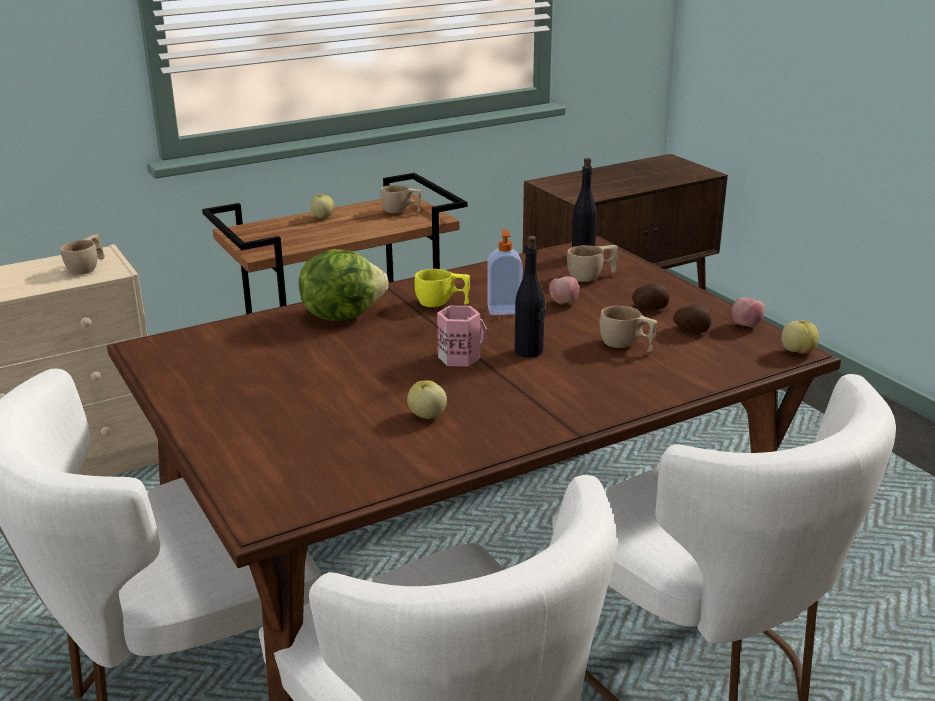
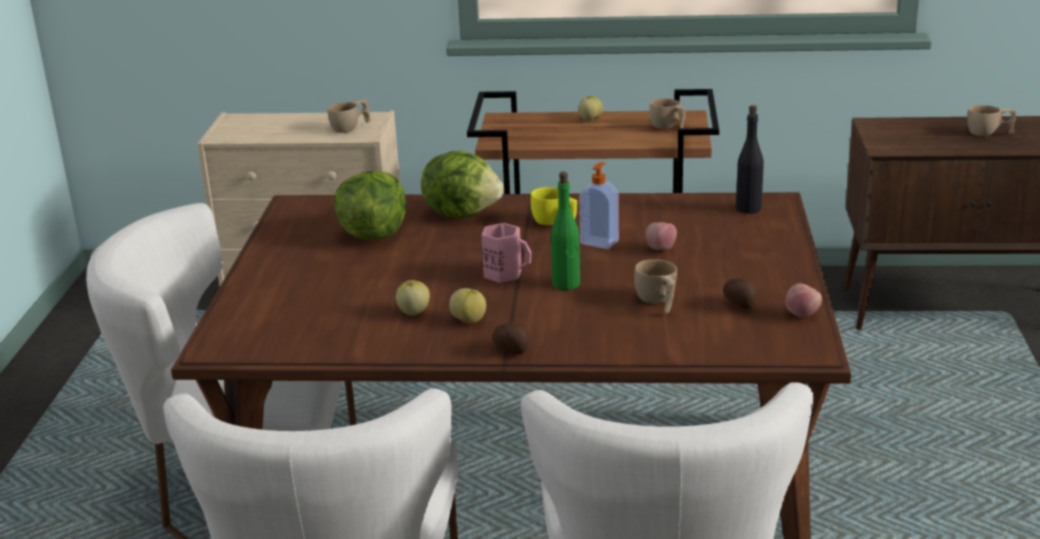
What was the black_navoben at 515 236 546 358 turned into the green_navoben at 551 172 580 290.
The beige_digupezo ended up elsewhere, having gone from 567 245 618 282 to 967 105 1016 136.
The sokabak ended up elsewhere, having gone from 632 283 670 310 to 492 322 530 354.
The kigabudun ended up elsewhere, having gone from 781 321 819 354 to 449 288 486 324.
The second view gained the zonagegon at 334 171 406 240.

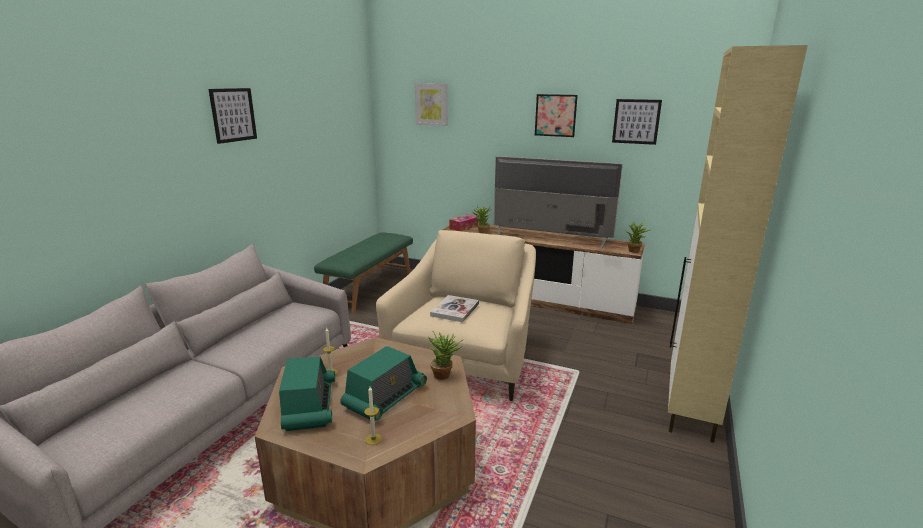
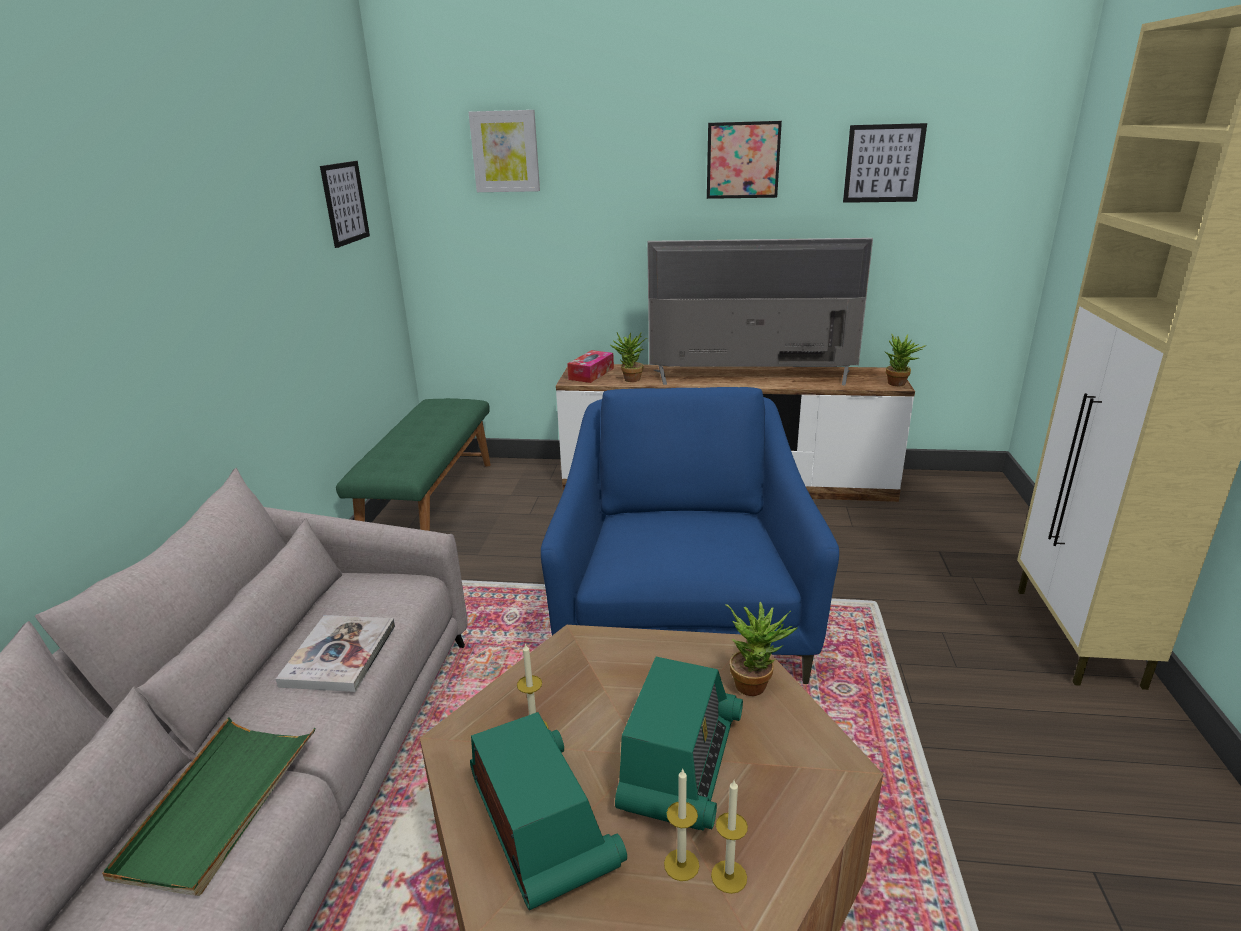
The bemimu ended up elsewhere, having gone from 208 88 257 144 to 320 161 370 248.
What was the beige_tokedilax at 376 230 536 401 turned into the blue_tokedilax at 541 387 839 684.
The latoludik ended up elsewhere, having gone from 430 295 479 322 to 276 615 395 692.
The second view gained the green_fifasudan at 102 717 315 896.
The second view gained the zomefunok at 664 769 699 881.

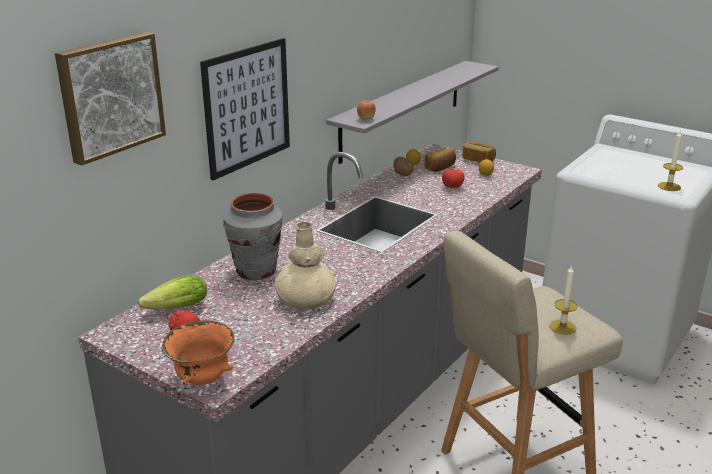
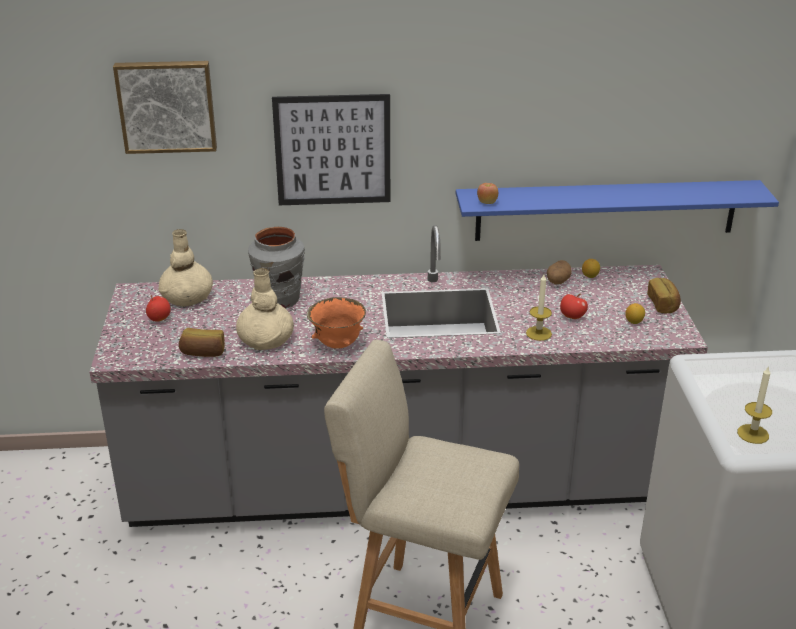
What was the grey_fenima at 326 61 499 164 turned into the blue_fenima at 456 180 779 241.
The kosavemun ended up elsewhere, having gone from 425 148 456 172 to 179 328 225 357.
The zomefunok ended up elsewhere, having gone from 550 265 578 335 to 526 274 552 341.
Where the zonagegon stood at 138 275 207 310, the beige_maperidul came to stand at 158 229 213 307.
The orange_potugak ended up elsewhere, having gone from 162 320 235 385 to 307 297 366 349.

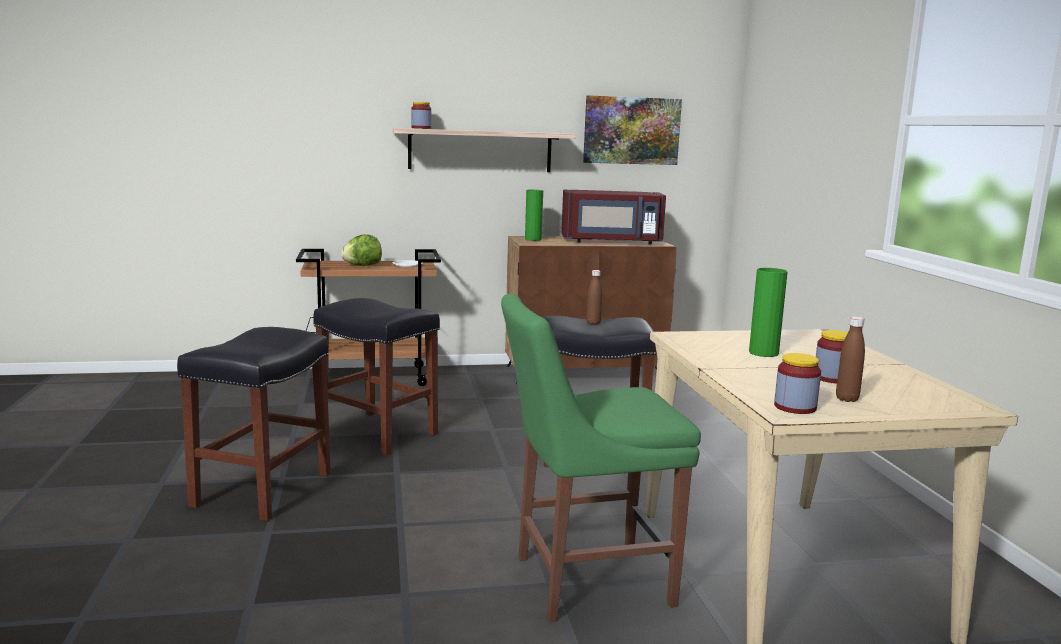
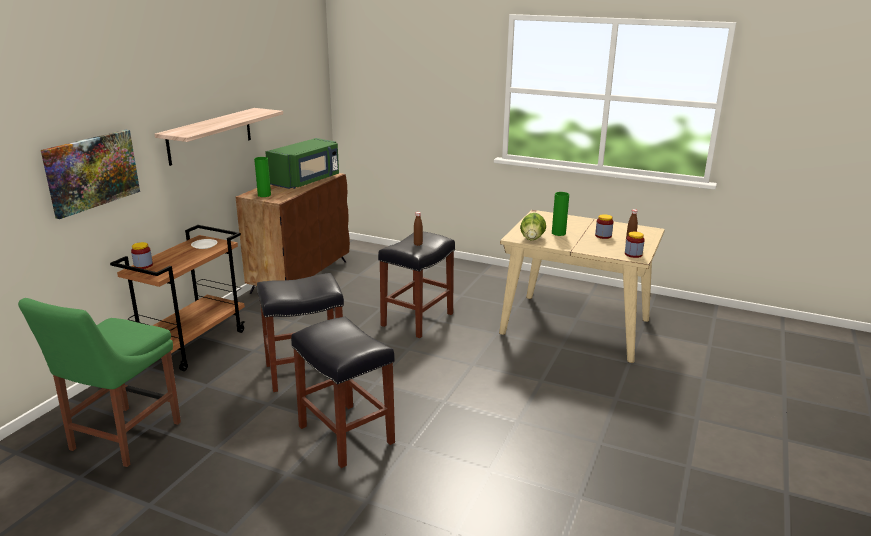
The bemimu ended up elsewhere, having gone from 583 95 682 165 to 41 130 140 219.
The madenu ended up elsewhere, having gone from 411 102 431 129 to 131 242 153 269.
What was the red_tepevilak at 561 190 666 245 turned into the green_tepevilak at 265 138 339 189.
The zonagegon ended up elsewhere, having gone from 341 234 382 266 to 520 213 546 240.
The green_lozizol ended up elsewhere, having gone from 501 293 701 622 to 18 298 181 467.

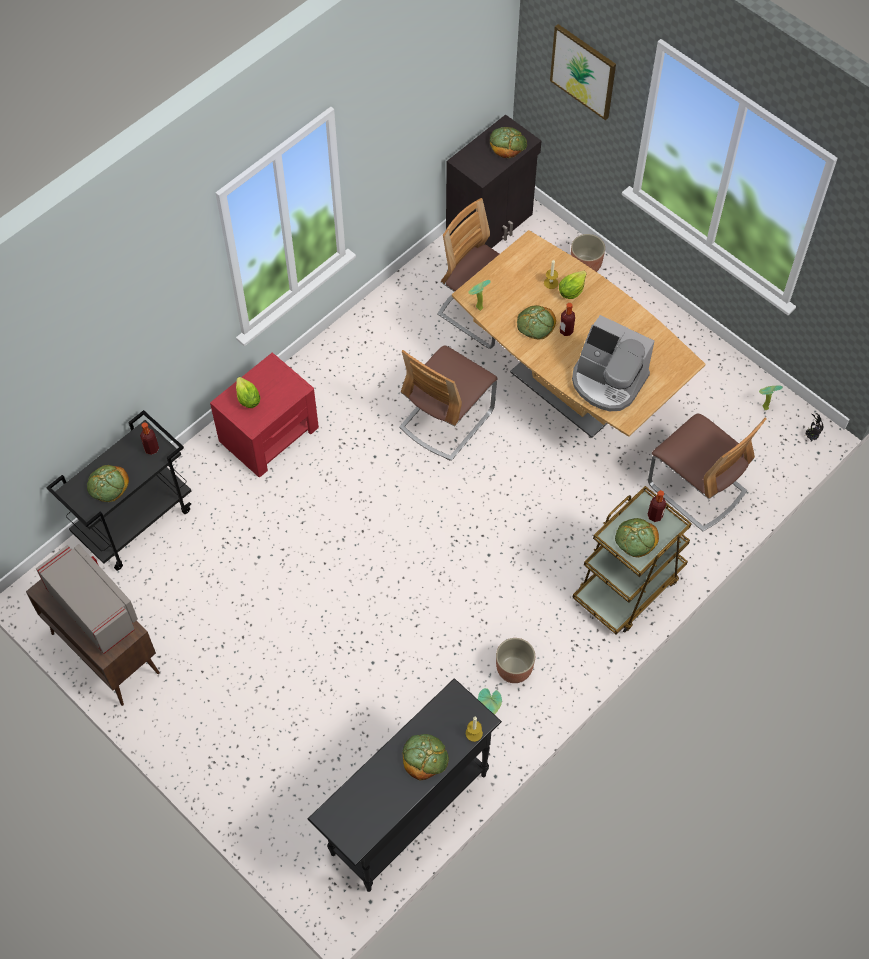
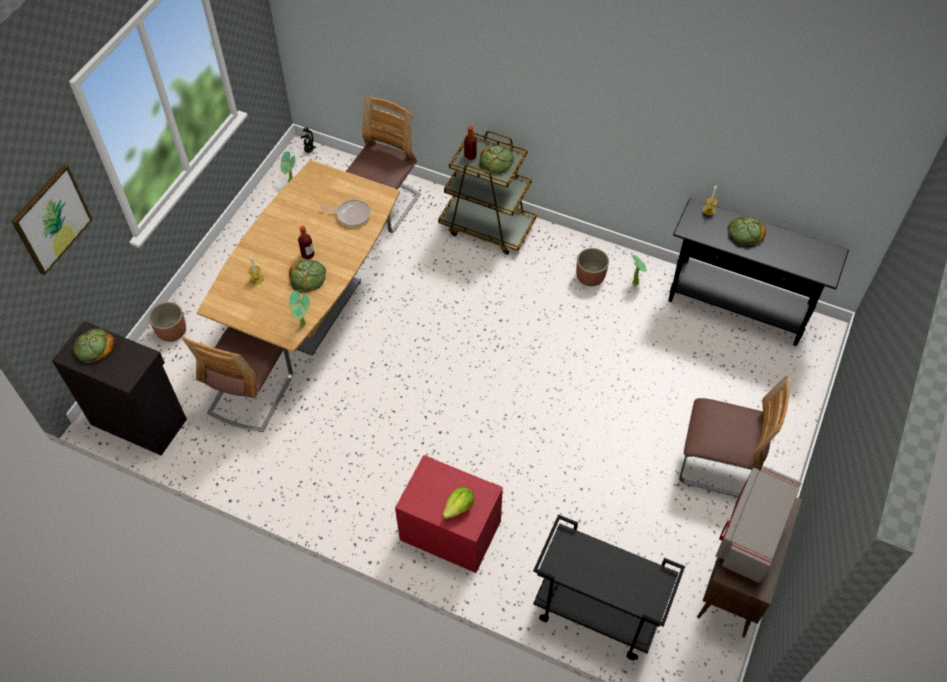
The second view lost the zonagegon at 559 271 587 299.
Where the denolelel stood at 572 315 654 411, the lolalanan came to stand at 320 199 371 226.
The lozizol ended up elsewhere, having gone from 399 345 498 461 to 679 376 789 497.
The second view lost the navoben at 140 422 159 455.
The second view lost the kosavemun at 87 465 129 502.

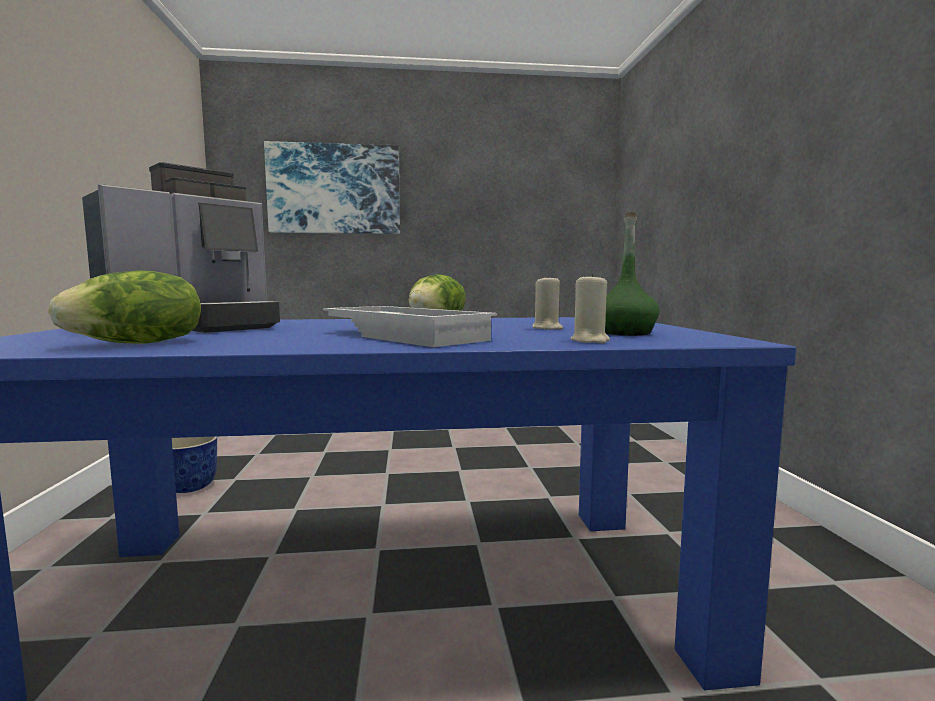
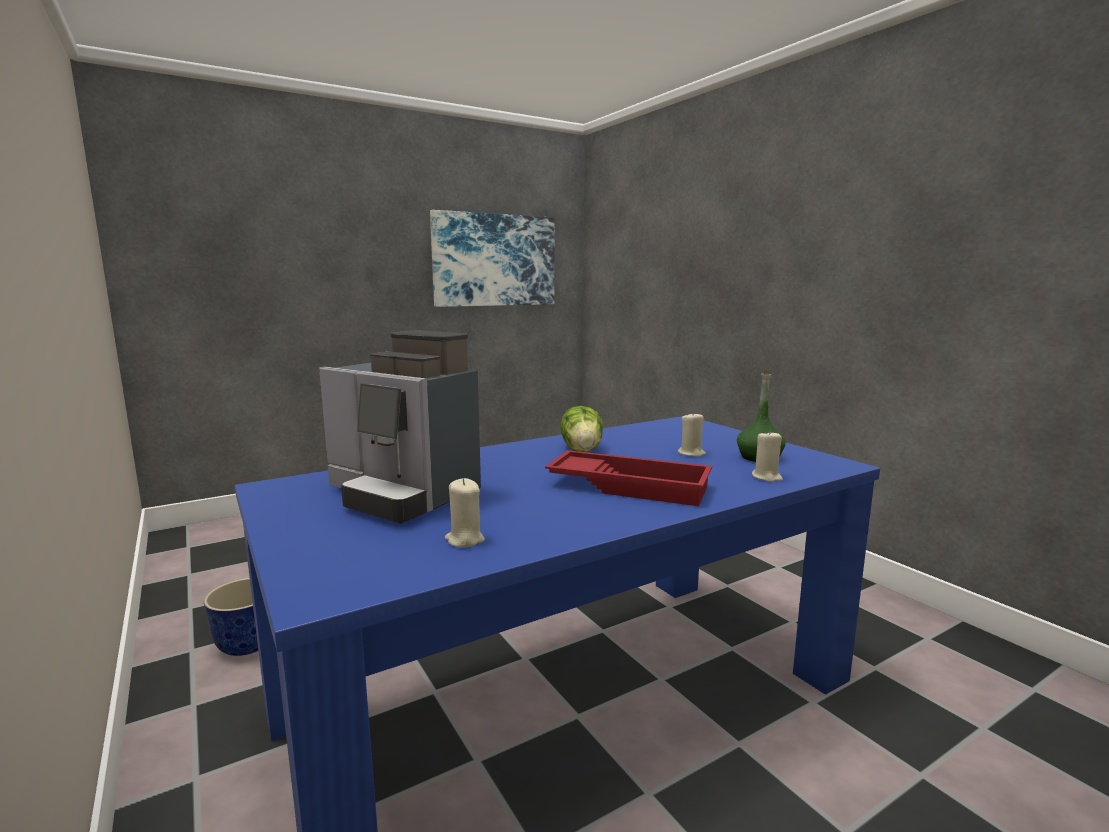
The bemimu ended up elsewhere, having gone from 264 141 400 234 to 430 210 555 307.
The denolelel at 82 162 280 333 ended up facing another way, 105 degrees clockwise from before.
Where the zonagegon stood at 48 270 201 344, the beige_zomefunok came to stand at 445 478 485 547.
What was the white_fifasudan at 323 306 497 347 turned into the red_fifasudan at 545 450 712 506.

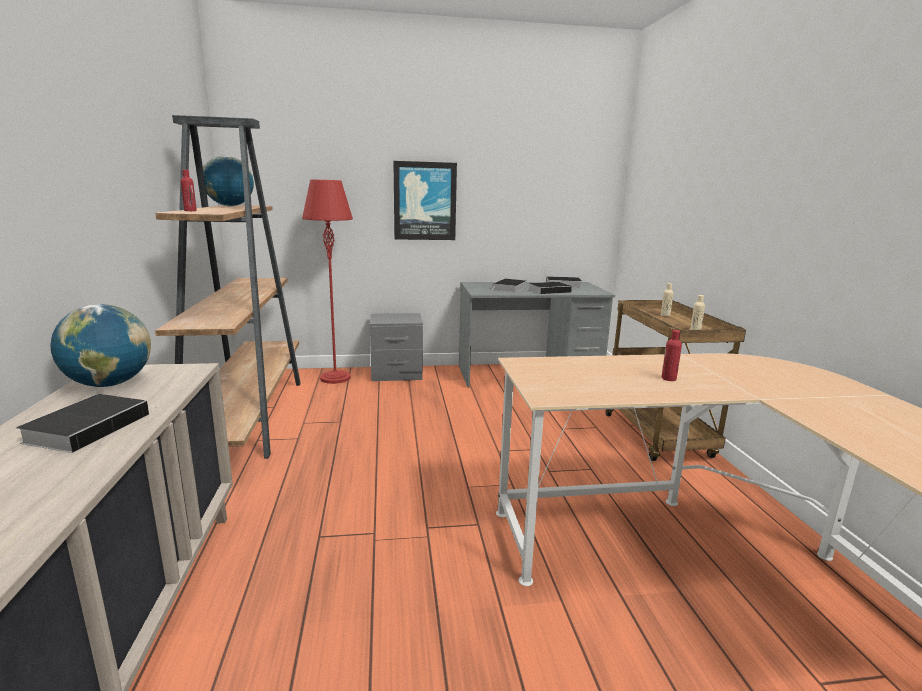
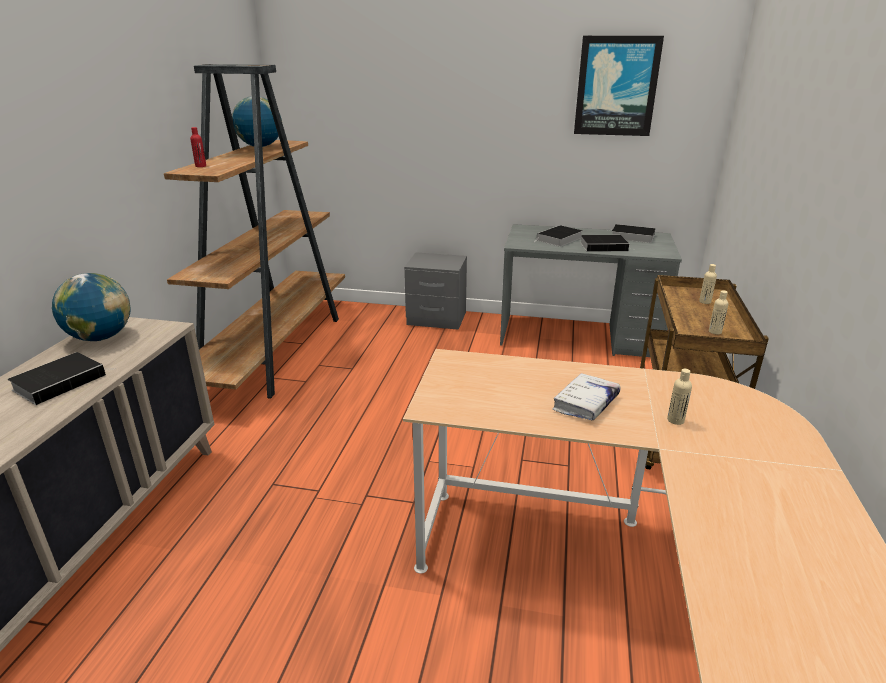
The bemimu ended up elsewhere, having gone from 393 161 457 240 to 574 36 664 136.
The second view lost the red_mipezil at 302 180 353 384.
Where the red_navoben stood at 662 330 682 381, the white_latoludik came to stand at 552 373 621 420.
The second view gained the beige_navoben at 667 369 692 425.

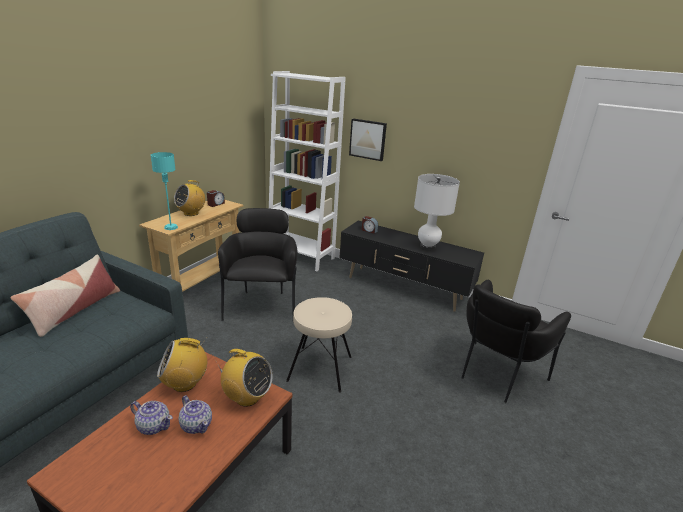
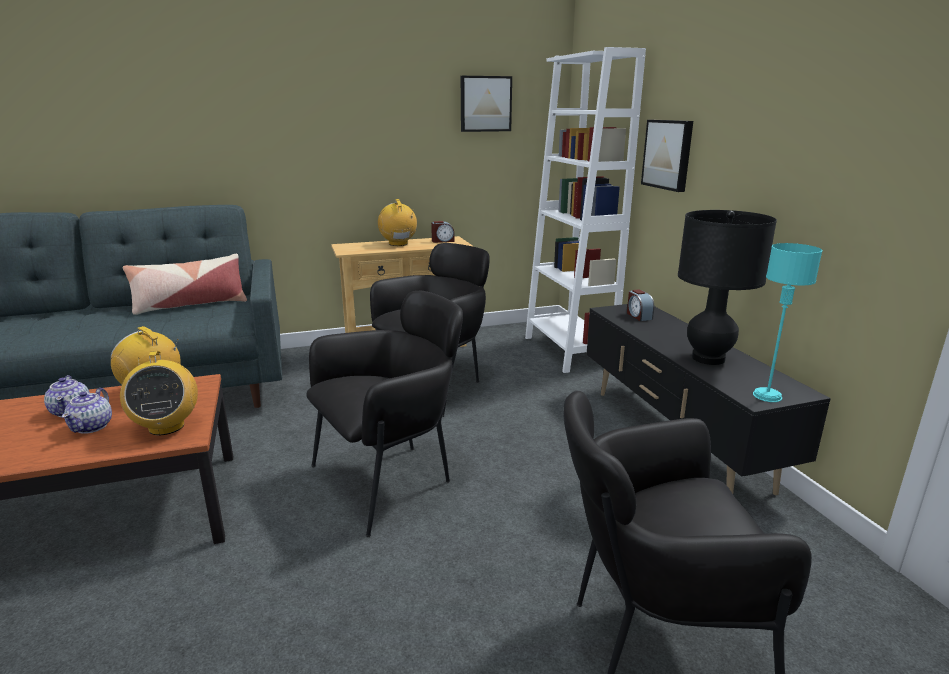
The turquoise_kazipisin ended up elsewhere, having gone from 151 152 178 230 to 753 243 823 402.
What was the white_kazipisin at 414 174 460 250 turned into the black_kazipisin at 678 210 777 365.
The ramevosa at 174 180 205 216 ended up facing another way, 75 degrees clockwise from before.
Where the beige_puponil stood at 286 297 352 393, the black_tokedilax came to stand at 306 291 463 537.
The second view gained the bemimu at 461 76 512 132.

